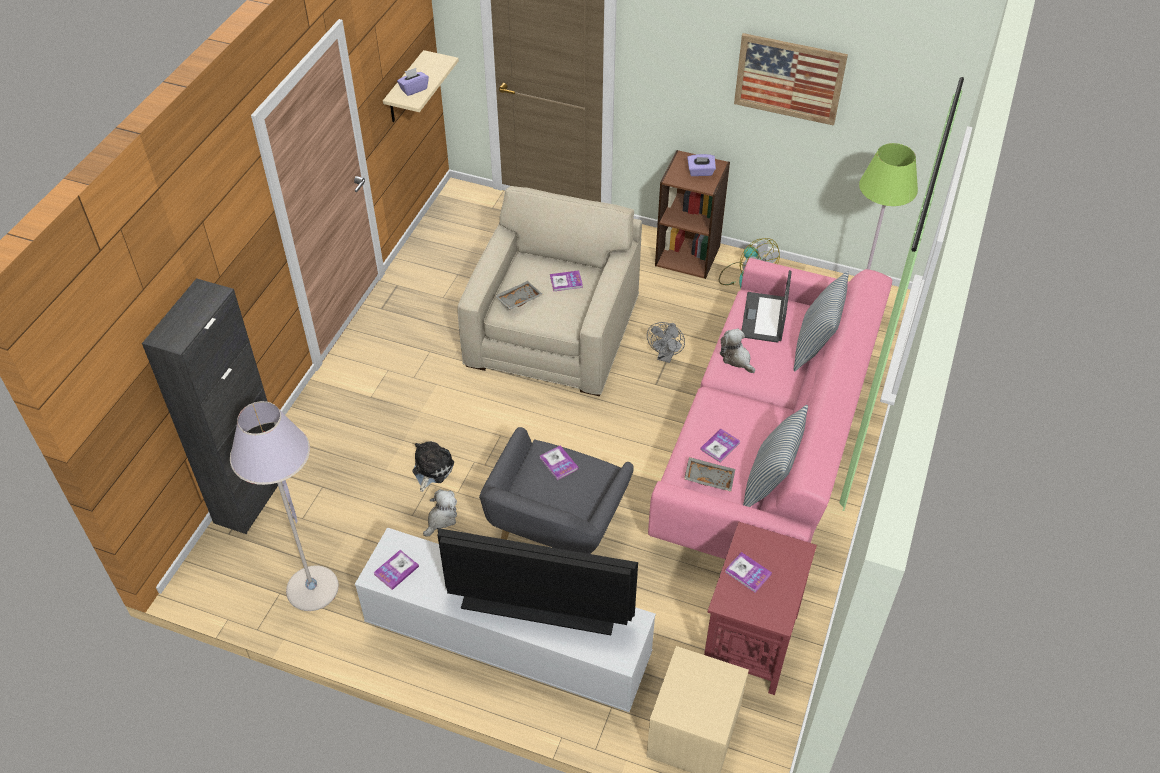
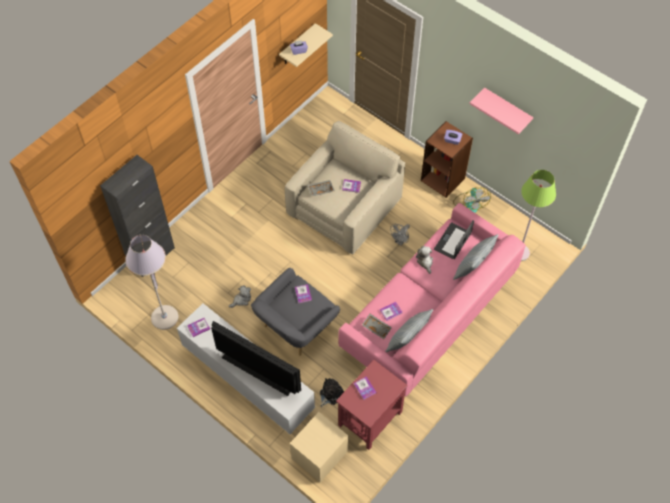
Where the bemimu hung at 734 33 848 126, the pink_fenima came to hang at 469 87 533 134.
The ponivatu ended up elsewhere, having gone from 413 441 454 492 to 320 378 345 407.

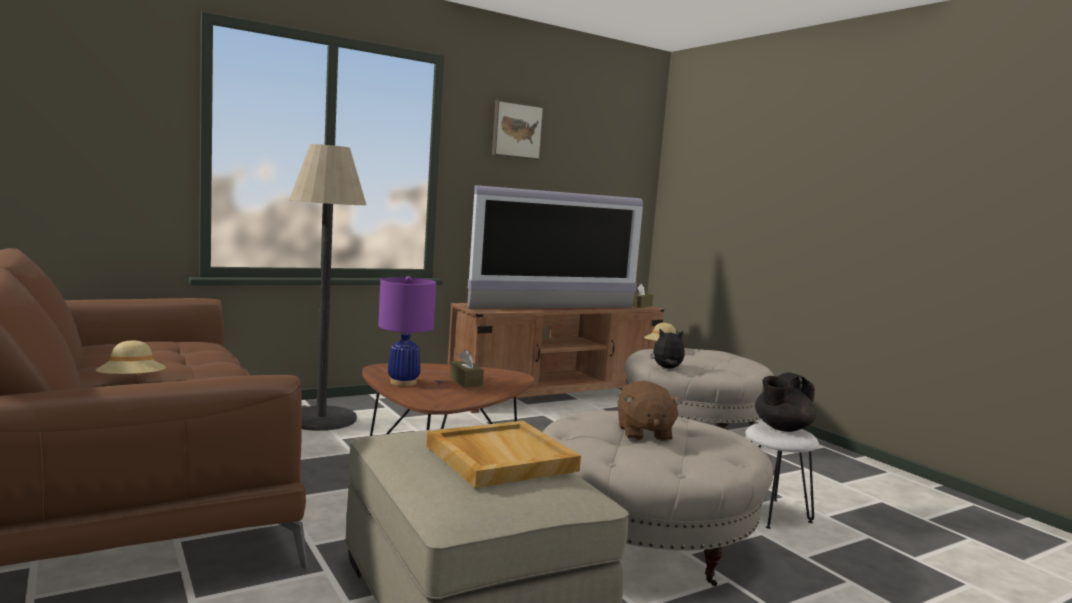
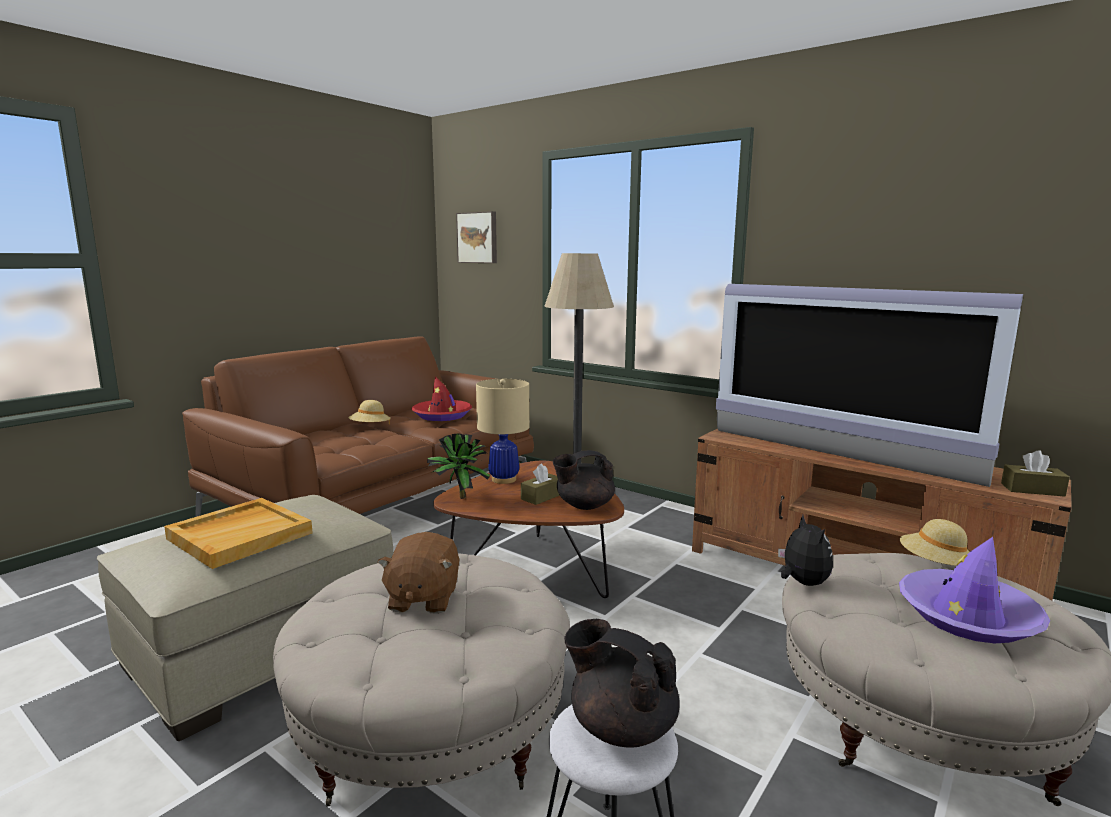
The bemimu ended up elsewhere, having gone from 492 100 544 160 to 456 211 497 263.
What was the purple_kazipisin at 378 276 436 386 turned into the beige_kazipisin at 476 379 529 484.
The brown_ponivatu at 617 381 683 441 ended up facing another way, 60 degrees counterclockwise from before.
The second view gained the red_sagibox at 411 376 472 421.
The second view gained the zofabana at 427 433 491 499.
The second view gained the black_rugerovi at 553 450 615 510.
The second view gained the purple_sagibox at 899 537 1050 643.

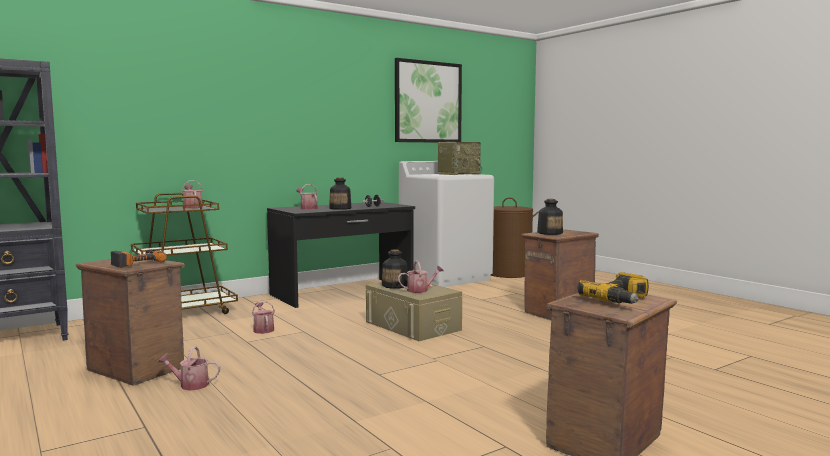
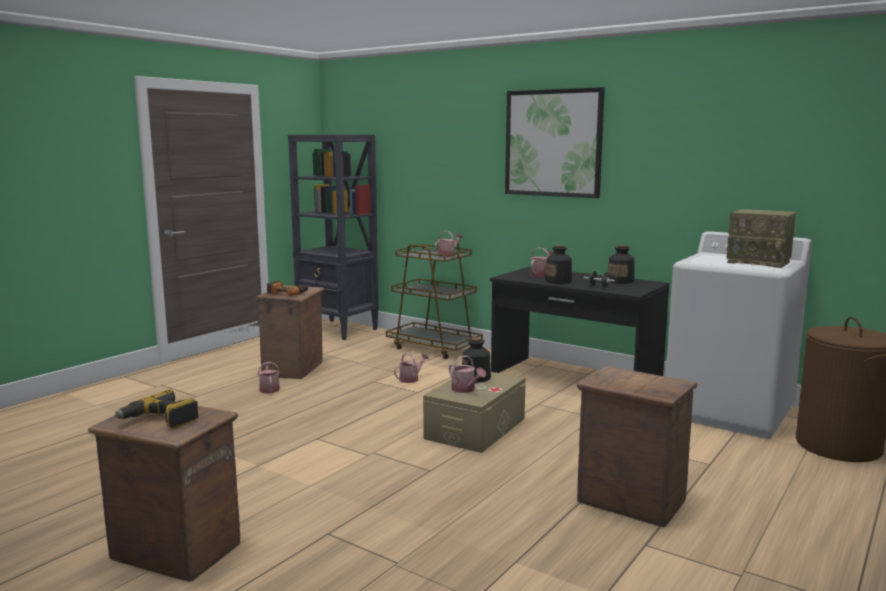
The bemimu ended up elsewhere, having gone from 395 58 462 143 to 505 87 605 198.
The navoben ended up elsewhere, having gone from 537 199 563 235 to 608 245 634 284.

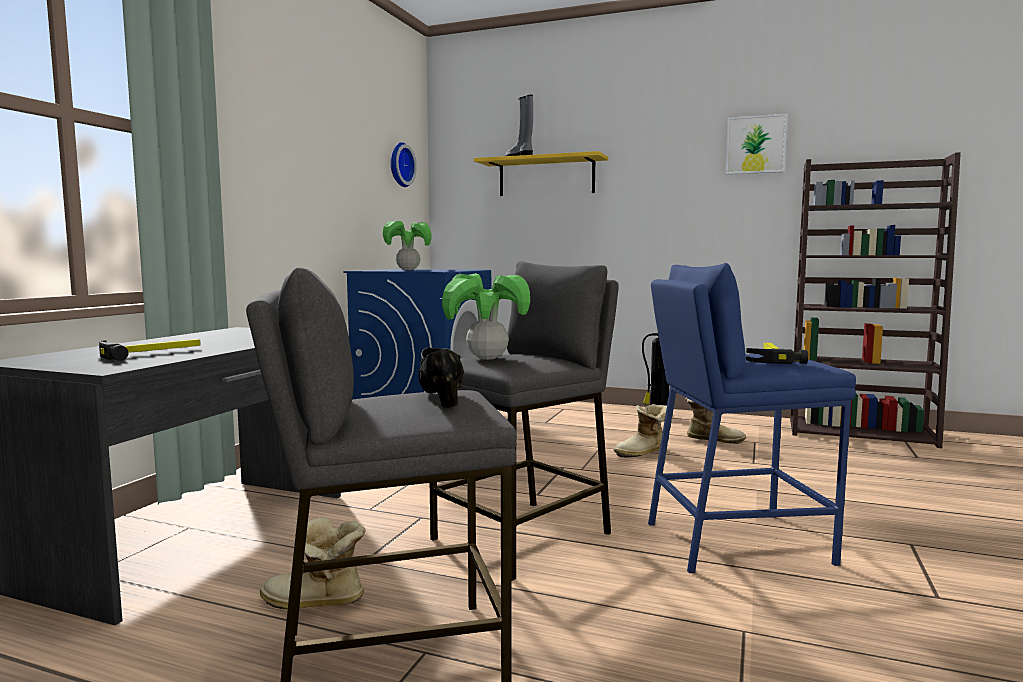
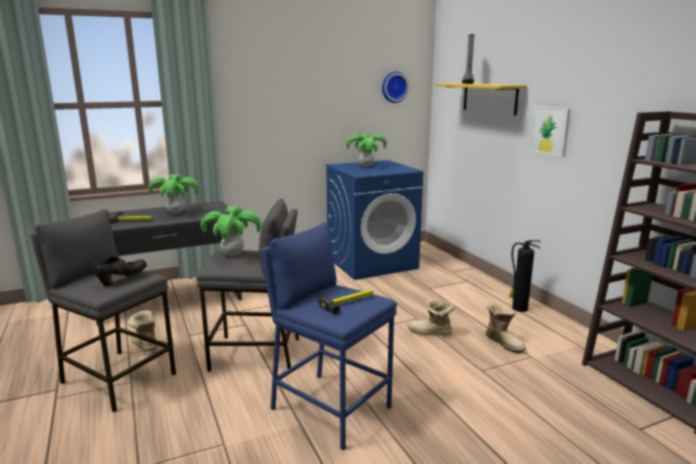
The bemimu ended up elsewhere, having gone from 726 114 787 174 to 529 106 571 157.
The second view gained the zofabana at 148 174 199 214.

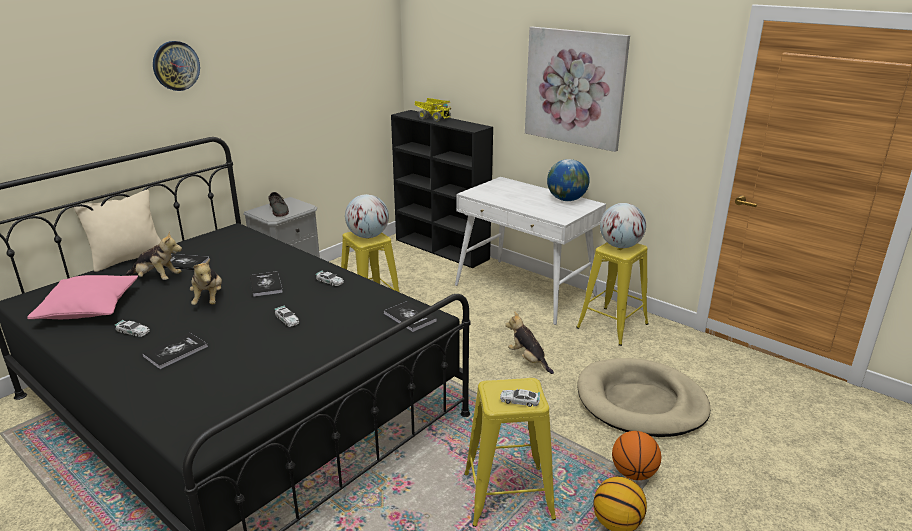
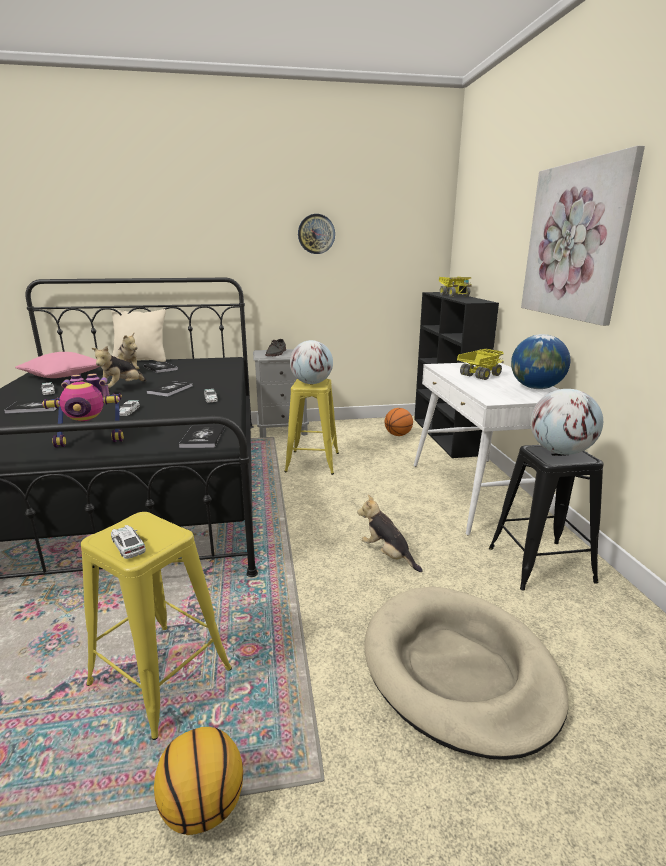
The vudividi ended up elsewhere, having gone from 153 41 200 91 to 298 214 335 254.
What was the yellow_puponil at 576 242 648 346 turned into the black_puponil at 489 445 603 591.
The ponivatu at 505 311 554 374 ended up facing another way, 45 degrees counterclockwise from before.
The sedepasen ended up elsewhere, having gone from 612 431 661 480 to 385 408 413 436.
The second view gained the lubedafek at 457 349 504 380.
The second view gained the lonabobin at 42 374 124 448.

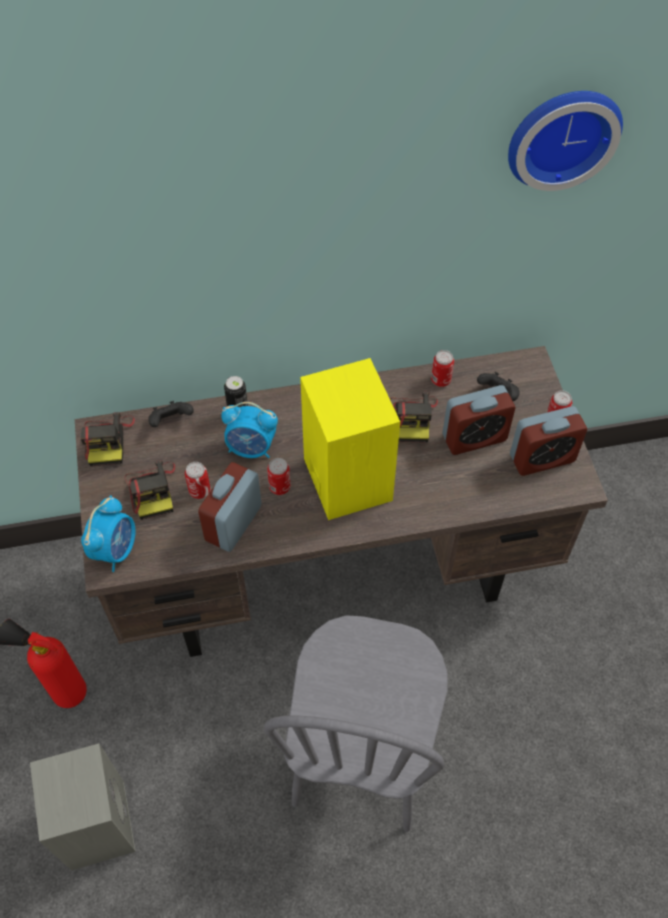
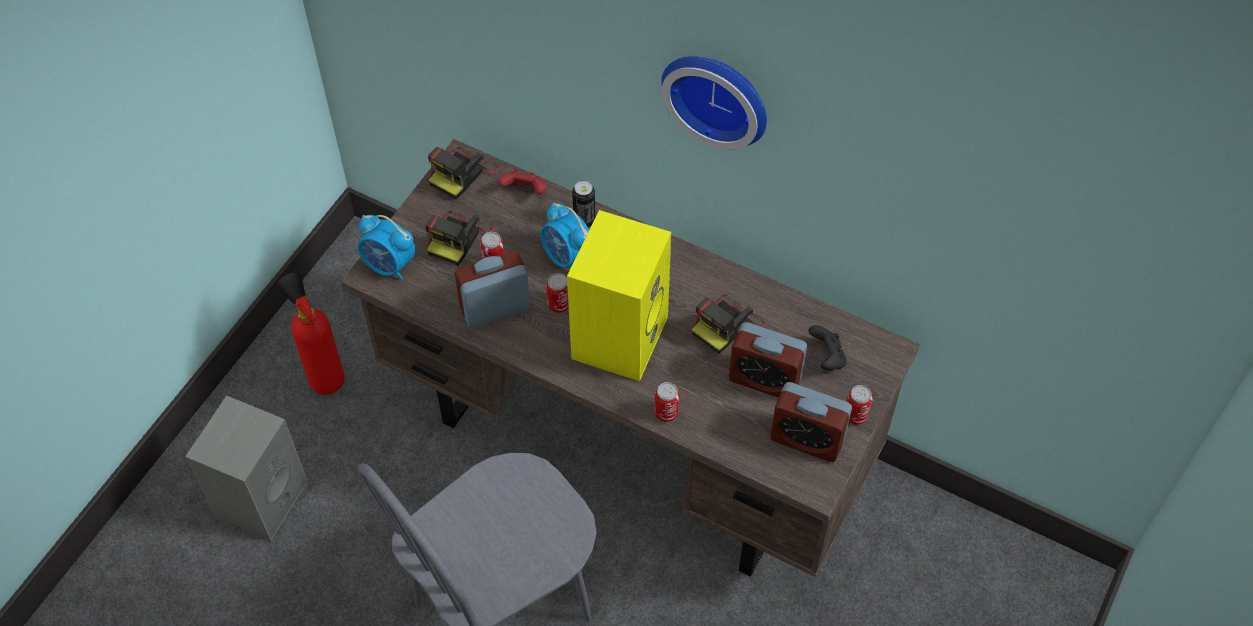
The vudividi ended up elsewhere, having gone from 508 91 623 191 to 661 56 767 150.
The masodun ended up elsewhere, having gone from 431 350 454 387 to 655 382 680 422.
What was the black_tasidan at 148 401 194 427 turned into the red_tasidan at 499 169 546 195.
The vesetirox at 81 495 136 572 ended up facing another way, 60 degrees clockwise from before.

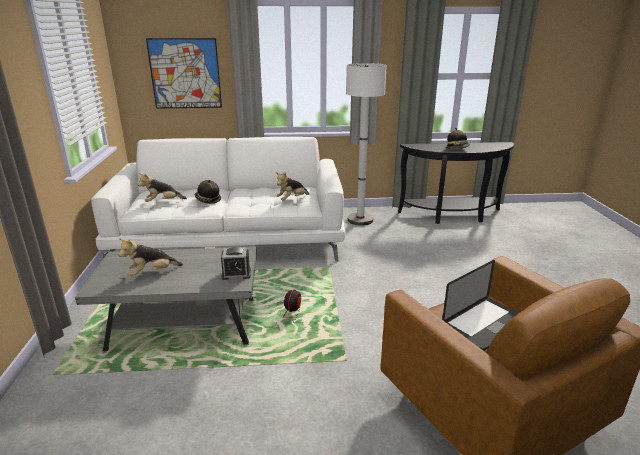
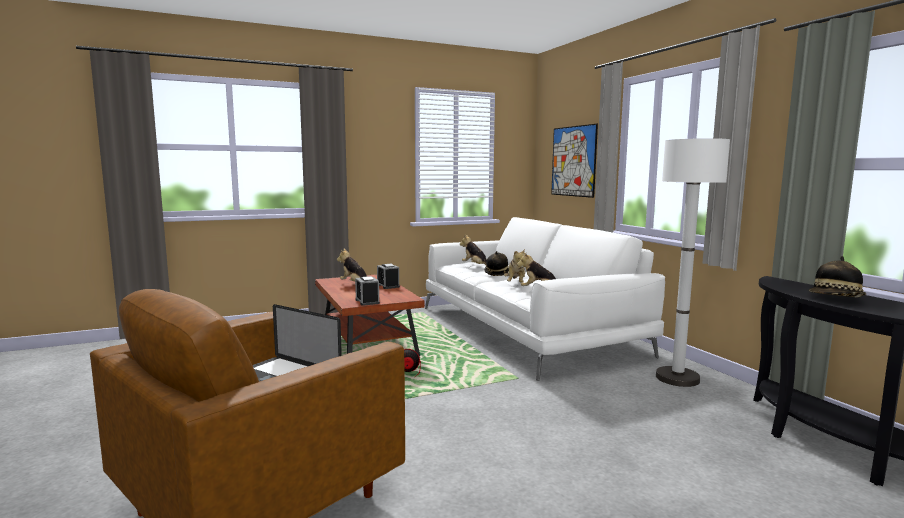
What was the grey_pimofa at 75 247 257 351 turned into the brown_pimofa at 315 274 425 356.
The second view gained the ponivatu at 504 249 525 283.
The second view gained the vesetirox at 377 264 400 289.

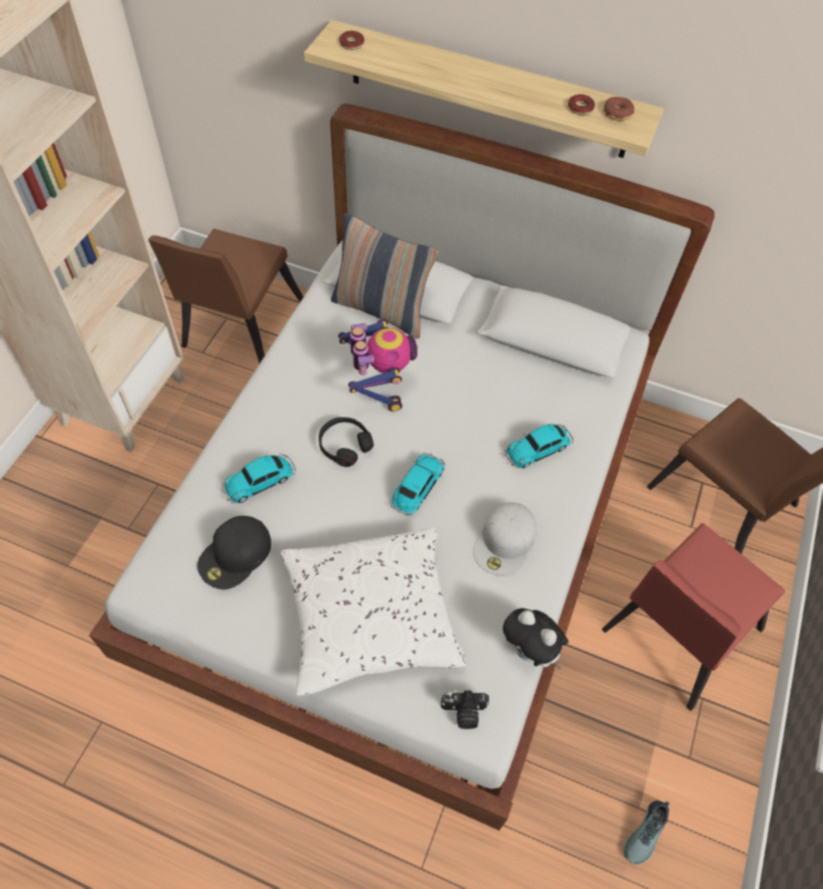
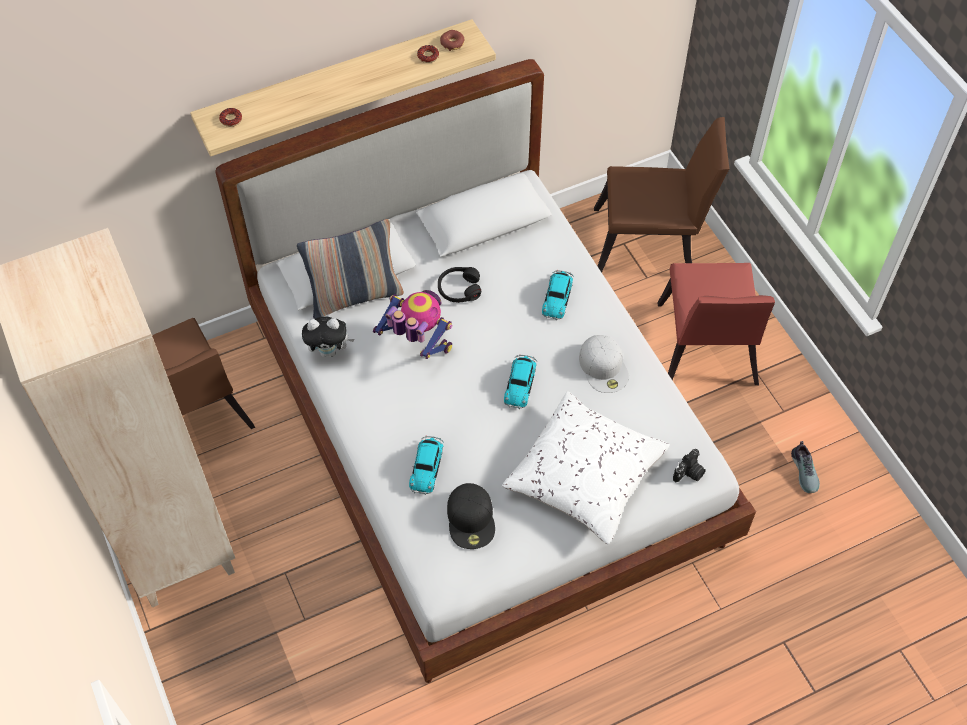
The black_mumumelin ended up elsewhere, having gone from 319 417 374 467 to 438 267 481 303.
The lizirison at 390 453 445 516 ended up facing another way, 150 degrees counterclockwise from before.
The ponivatu ended up elsewhere, having gone from 503 608 568 669 to 302 316 354 357.

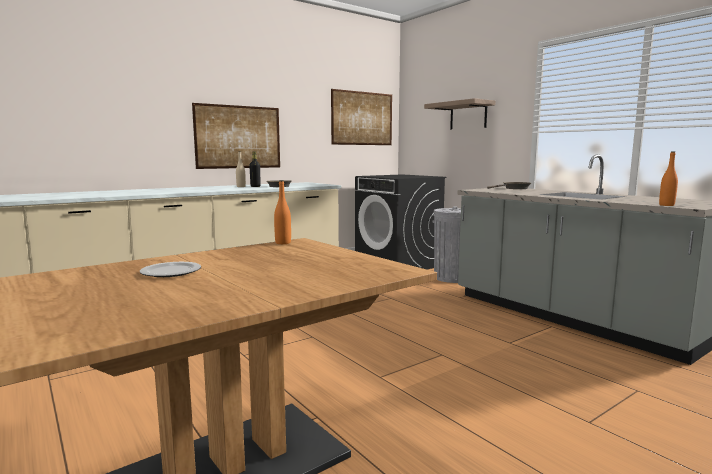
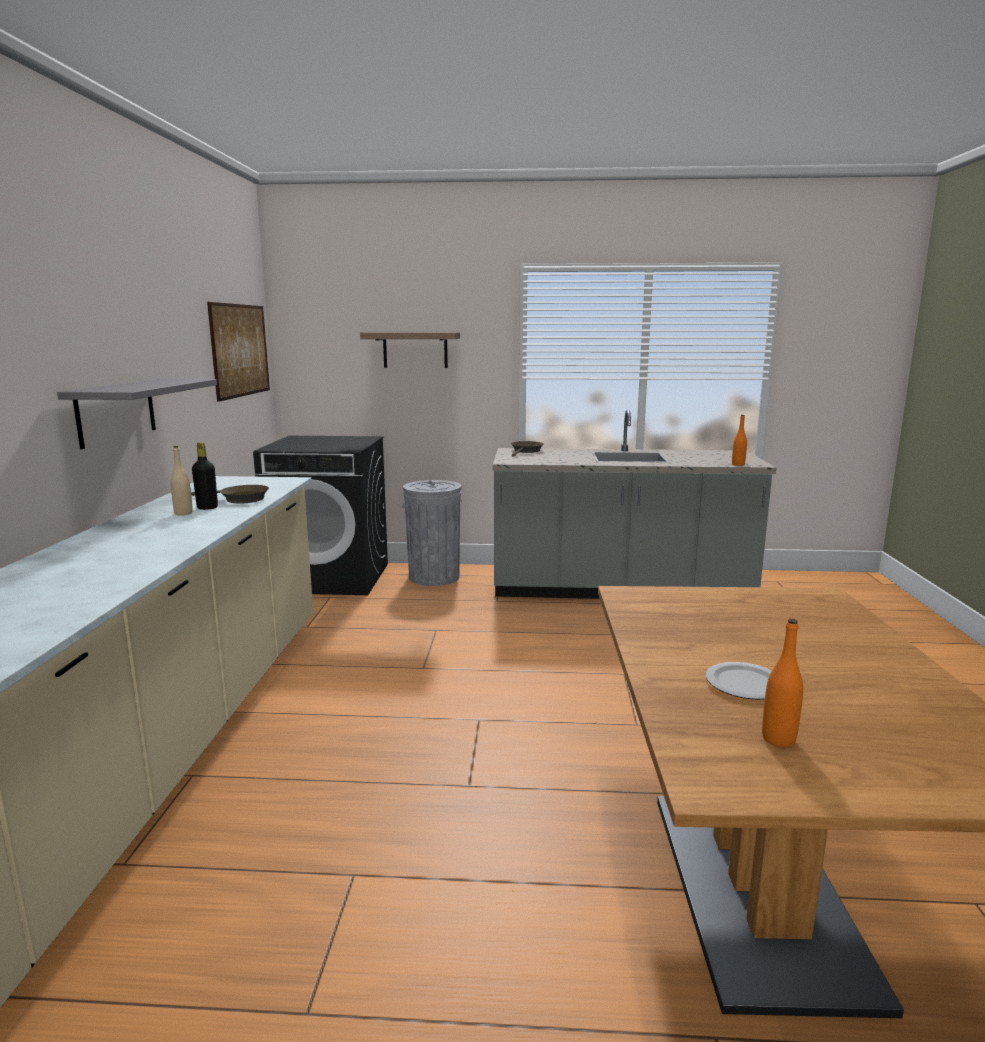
Where the bemimu hung at 192 103 280 169, the grey_fenima came to hang at 57 379 217 449.
The orange_navoben ended up elsewhere, having gone from 274 180 291 244 to 762 619 803 747.

